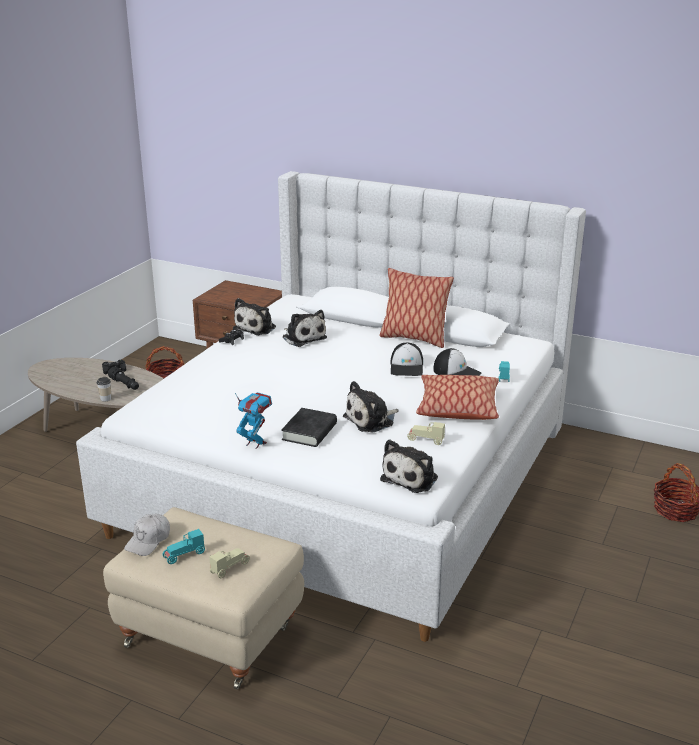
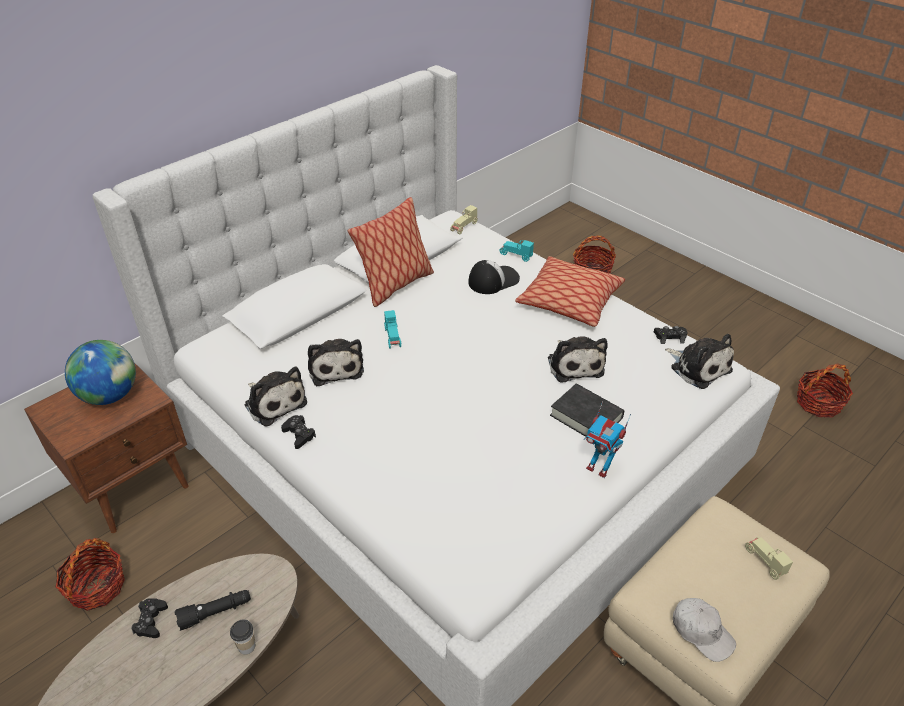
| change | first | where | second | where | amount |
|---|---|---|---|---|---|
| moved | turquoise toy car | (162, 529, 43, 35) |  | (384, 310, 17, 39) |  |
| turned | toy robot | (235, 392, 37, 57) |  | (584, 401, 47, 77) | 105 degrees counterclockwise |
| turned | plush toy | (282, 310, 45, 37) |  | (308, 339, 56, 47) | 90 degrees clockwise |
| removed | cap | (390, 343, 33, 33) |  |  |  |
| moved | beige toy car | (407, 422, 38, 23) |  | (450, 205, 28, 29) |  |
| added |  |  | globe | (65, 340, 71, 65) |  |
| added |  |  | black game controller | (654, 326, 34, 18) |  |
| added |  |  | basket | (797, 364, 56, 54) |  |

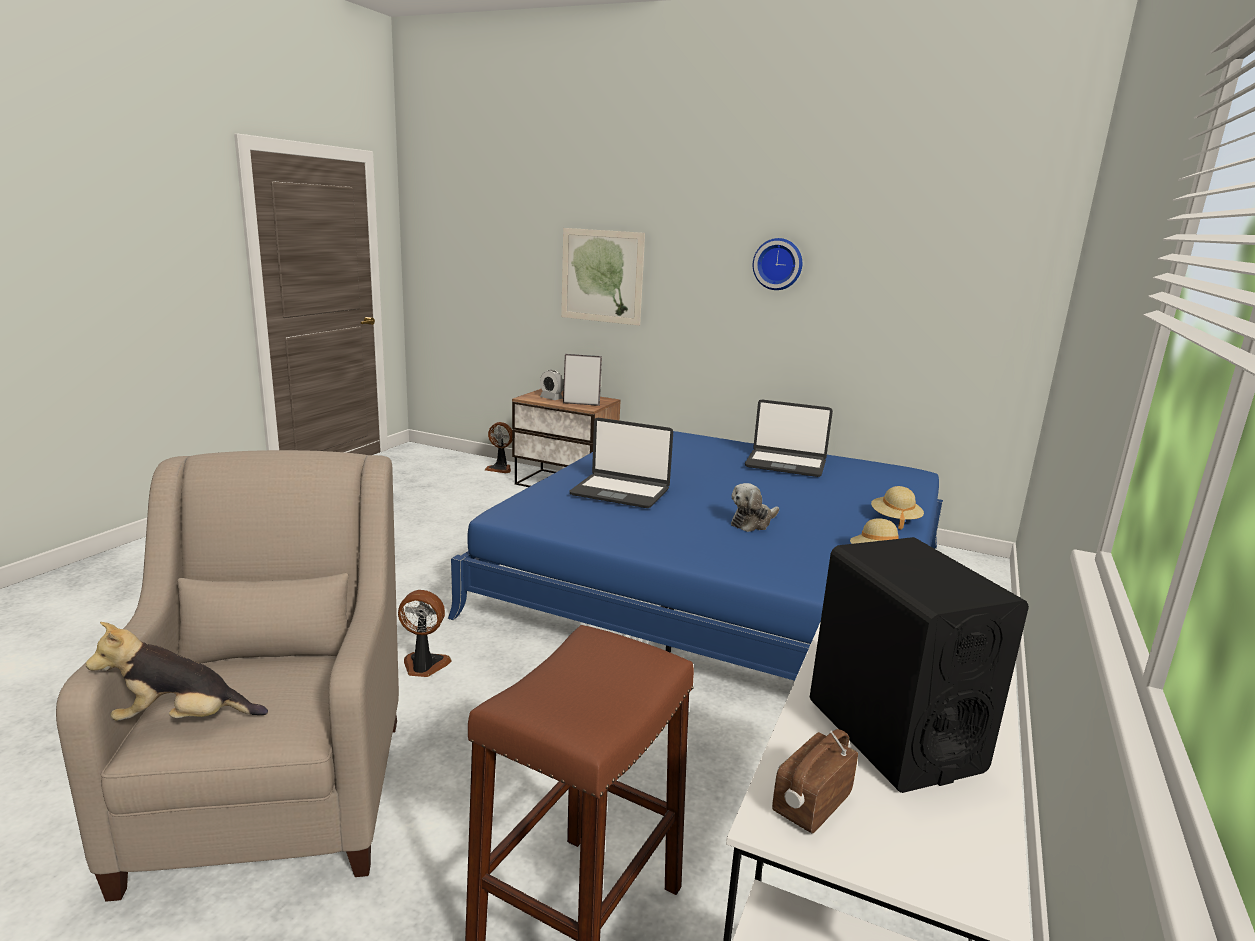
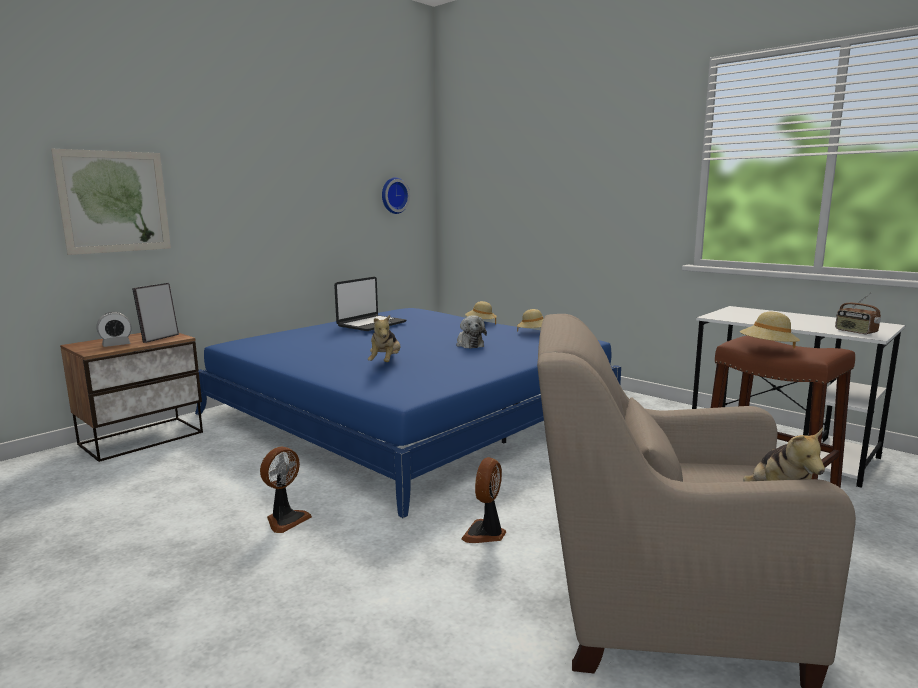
| change | first | where | second | where | amount |
|---|---|---|---|---|---|
| moved | fan | (485, 422, 27, 51) |  | (260, 447, 52, 86) |  |
| replaced | laptop | (569, 418, 104, 90) | plush toy | (368, 315, 32, 47) |  |
| moved | wall clock | (753, 238, 49, 52) |  | (382, 177, 28, 37) |  |
| removed | black speaker | (810, 537, 219, 256) |  |  |  |
| added |  |  | beige hat | (740, 312, 60, 36) |  |

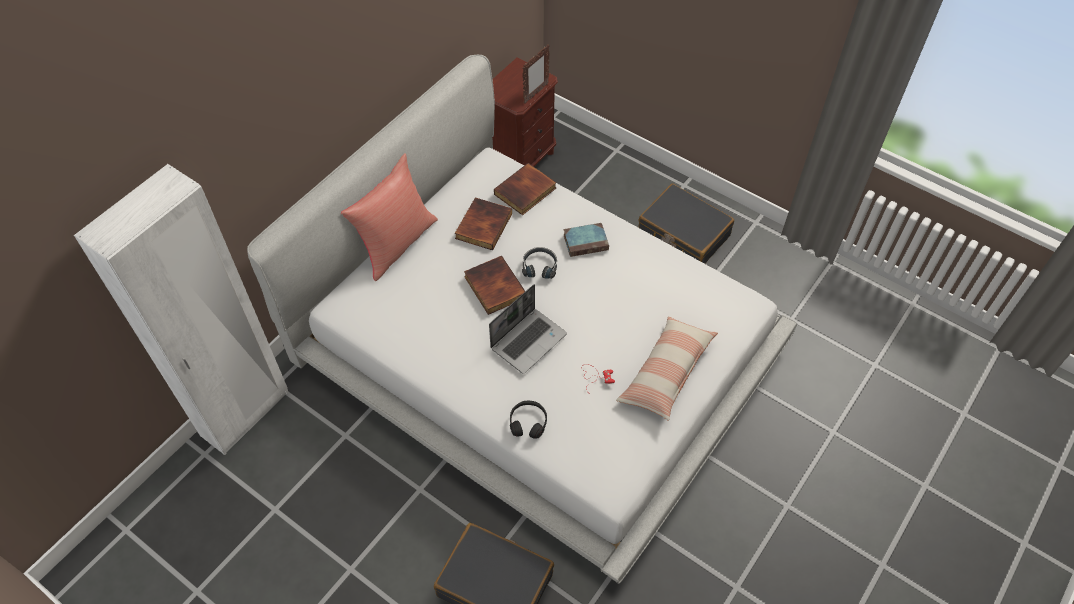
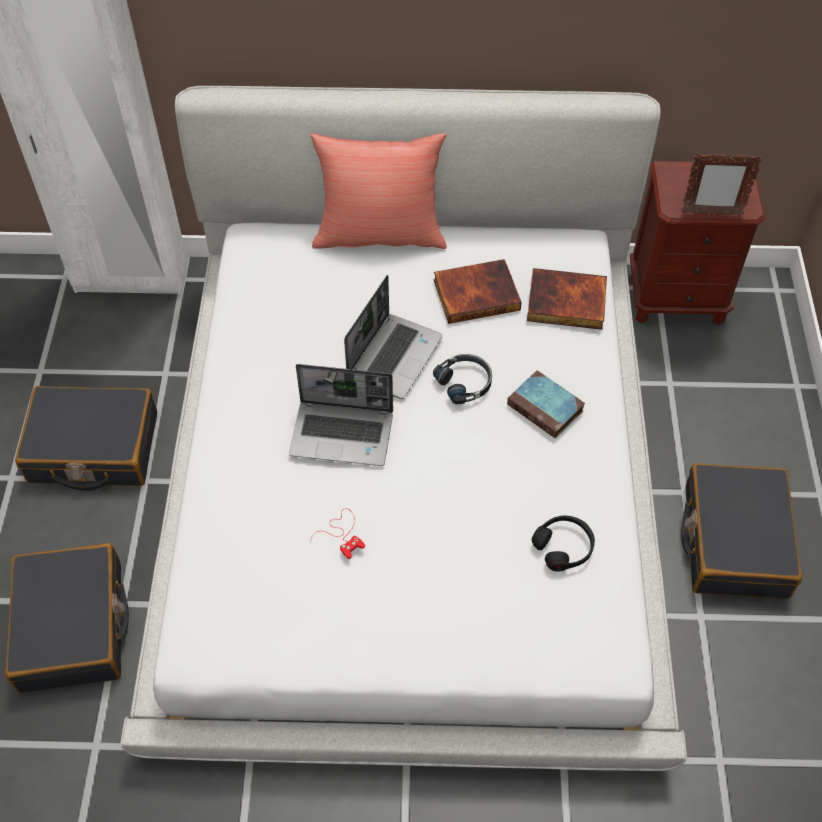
| change | first | where | second | where | amount |
|---|---|---|---|---|---|
| replaced | book | (464, 256, 61, 59) | laptop | (344, 275, 99, 124) |  |
| moved | black headphones | (510, 401, 37, 38) |  | (532, 516, 63, 56) |  |
| removed | pillow | (616, 317, 102, 104) |  |  |  |
| added |  |  | black suitcase | (15, 386, 142, 105) |  |

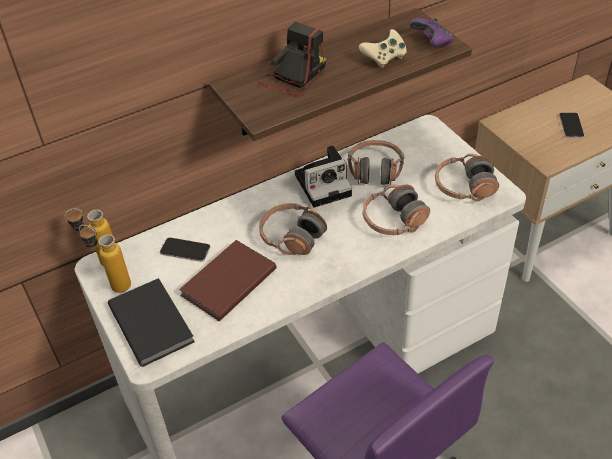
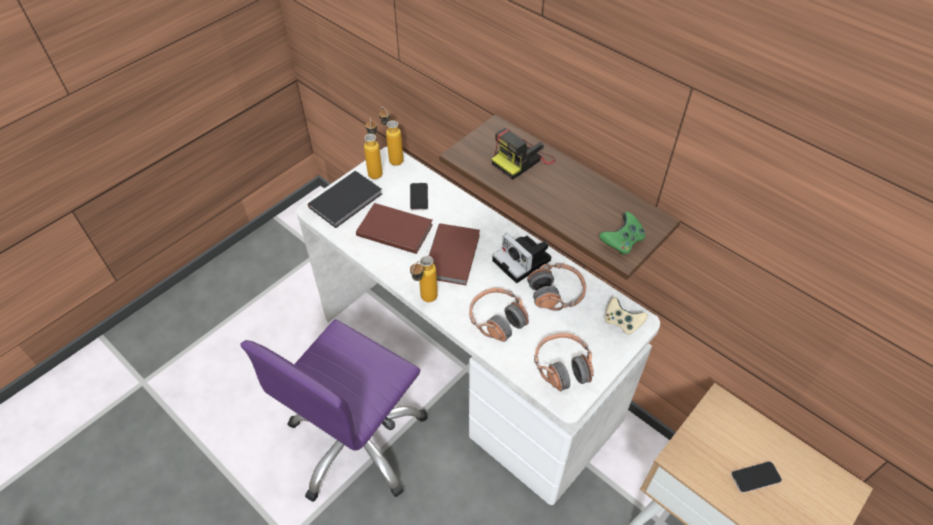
| change | first | where | second | where | amount |
|---|---|---|---|---|---|
| turned | photo camera | (258, 22, 68, 75) |  | (492, 128, 63, 52) | 120 degrees clockwise |
| replaced | headphones | (259, 203, 68, 52) | brown book | (429, 223, 51, 62) |  |
| moved | beige game controller | (359, 29, 48, 39) |  | (605, 297, 43, 37) |  |
| recoloured | purple game controller | (410, 18, 44, 28) | green game controller | (599, 212, 46, 43) |  |
| added |  |  | bottle | (410, 256, 28, 46) |  |

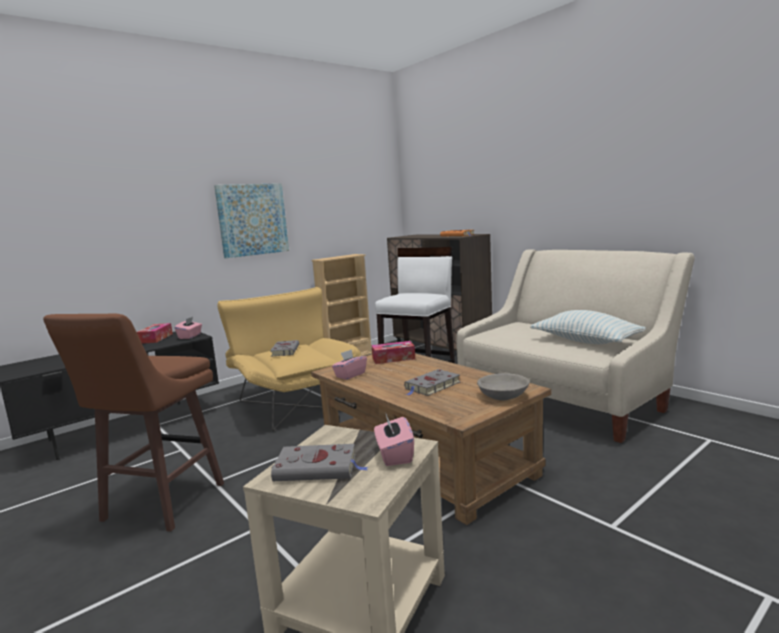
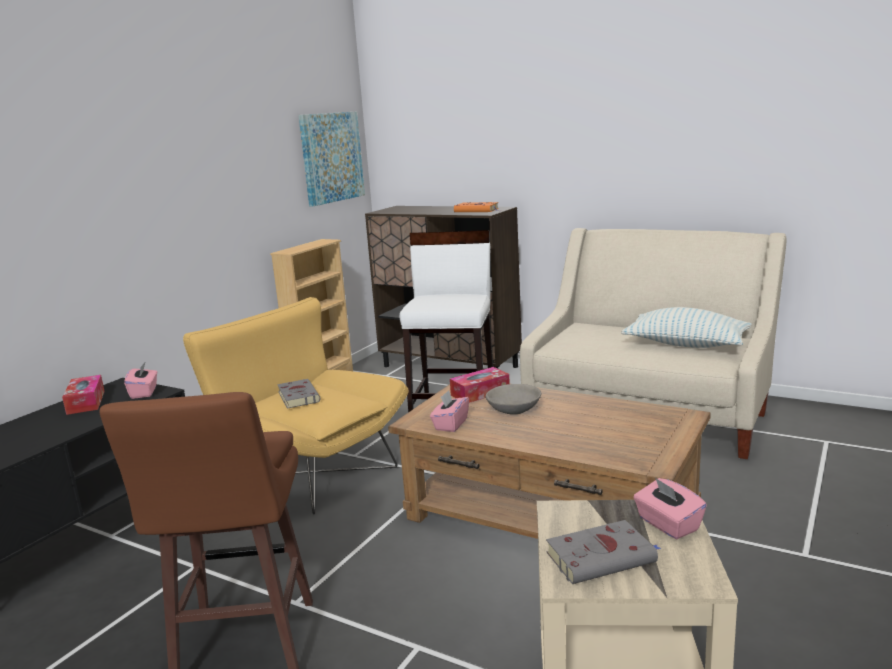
| change | first | where | second | where | amount |
|---|---|---|---|---|---|
| moved | picture | (214, 183, 75, 75) |  | (298, 112, 67, 95) |  |
| removed | grey book | (404, 369, 56, 27) |  |  |  |
| moved | grey bowl | (477, 373, 52, 27) |  | (485, 384, 56, 31) |  |

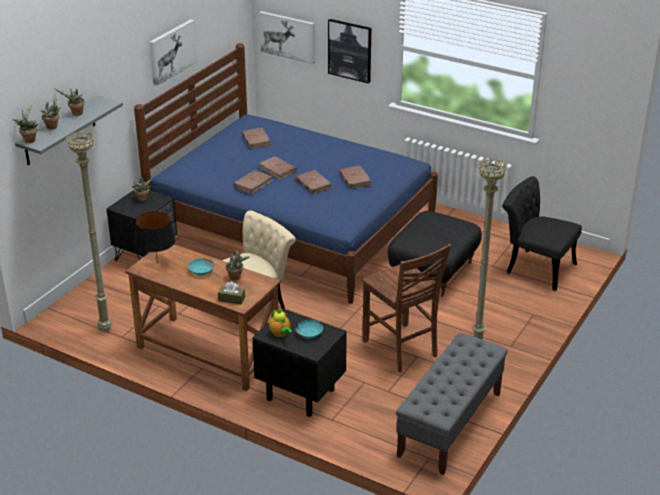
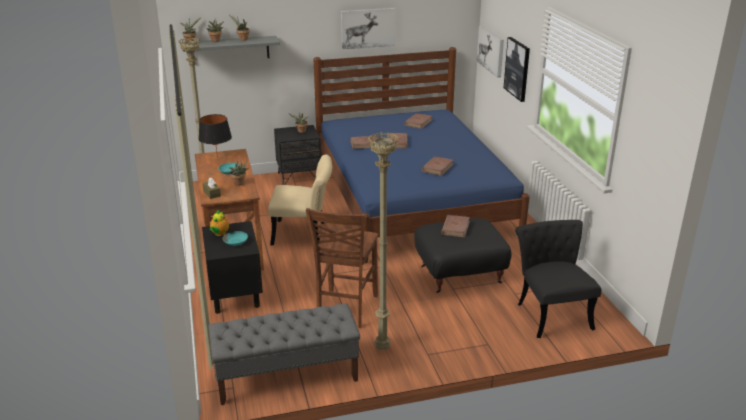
| change | first | where | second | where | amount |
|---|---|---|---|---|---|
| moved | brown book | (295, 170, 37, 24) |  | (441, 215, 29, 22) |  |

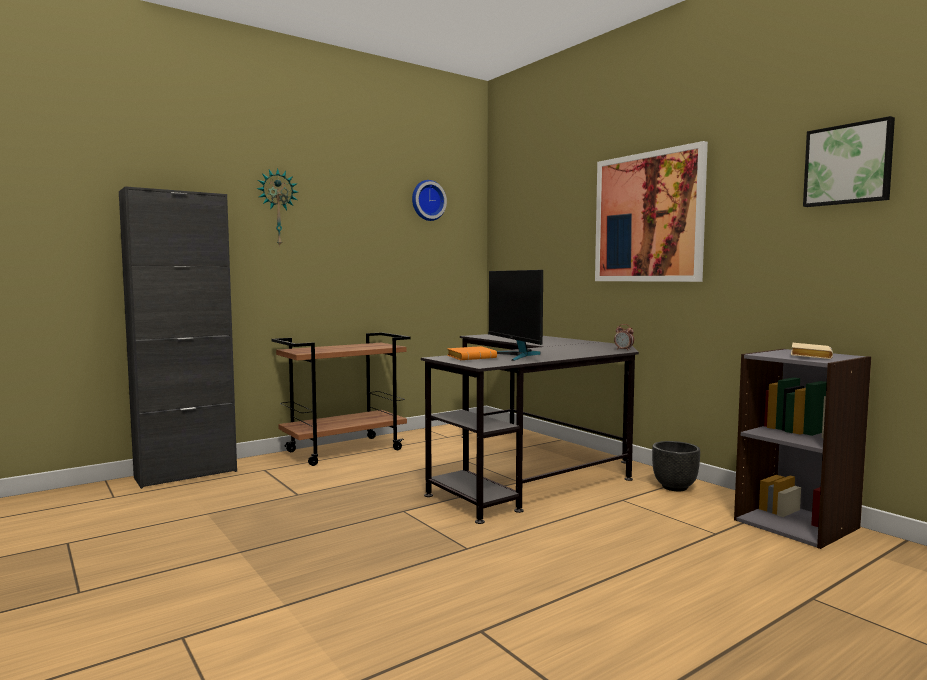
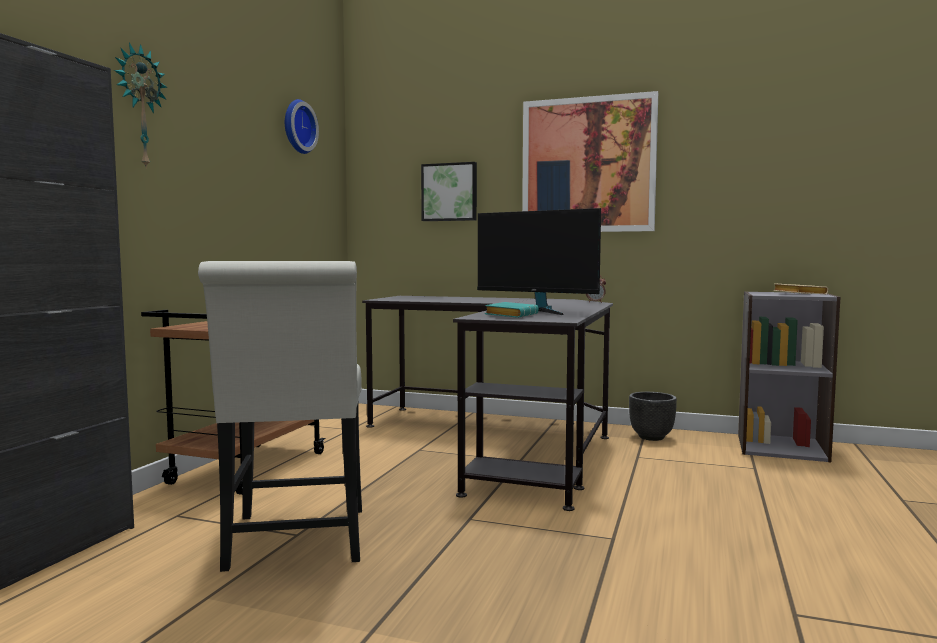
| change | first | where | second | where | amount |
|---|---|---|---|---|---|
| recoloured | orange book | (447, 346, 50, 14) | turquoise book | (485, 302, 54, 16) |  |
| moved | picture | (803, 116, 92, 91) |  | (421, 162, 56, 59) |  |
| added |  |  | white chair | (198, 261, 164, 311) |  |

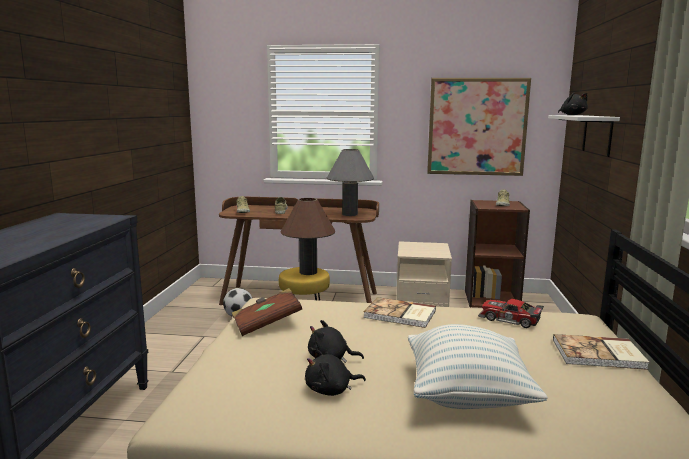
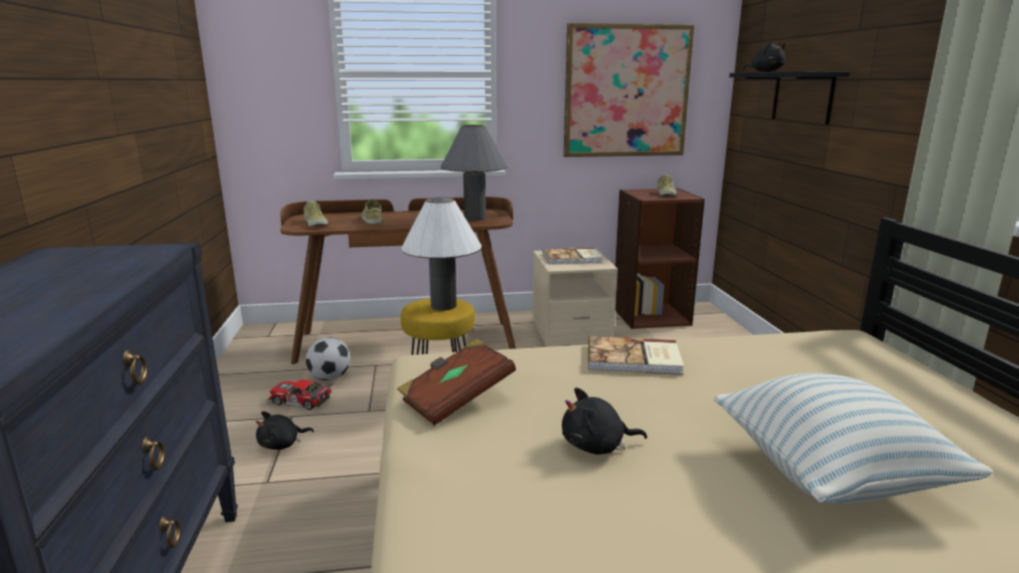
| change | first | where | second | where | amount |
|---|---|---|---|---|---|
| recoloured | brown table lamp | (281, 198, 54, 77) | white table lamp | (401, 197, 81, 114) |  |
| moved | black plush toy | (305, 349, 61, 47) |  | (256, 411, 58, 39) |  |
| moved | toy car | (478, 299, 66, 29) |  | (266, 379, 67, 31) |  |
| recoloured | white shelf | (548, 115, 72, 42) | black shelf | (729, 71, 121, 54) |  |
| moved | book | (553, 334, 97, 36) |  | (543, 248, 60, 16) |  |

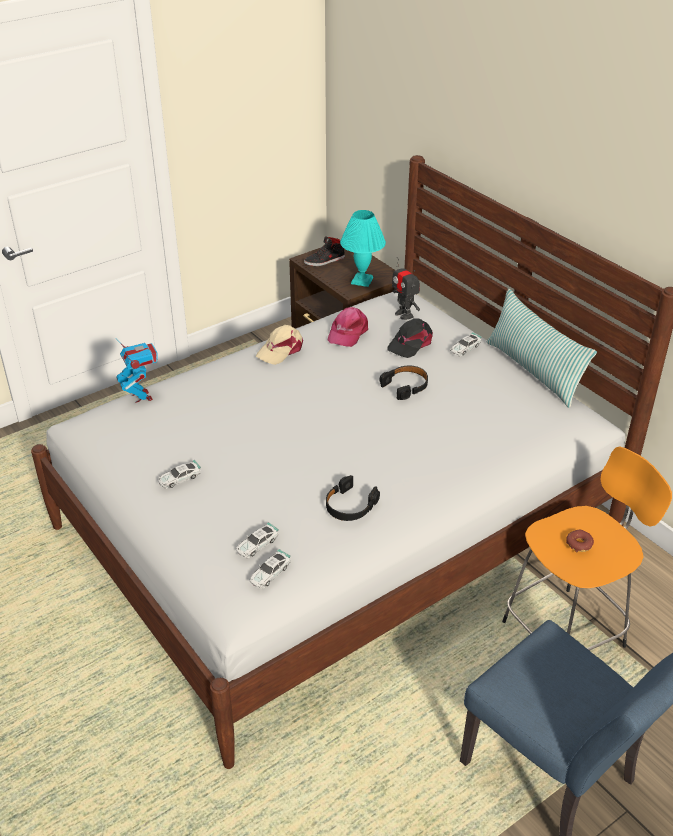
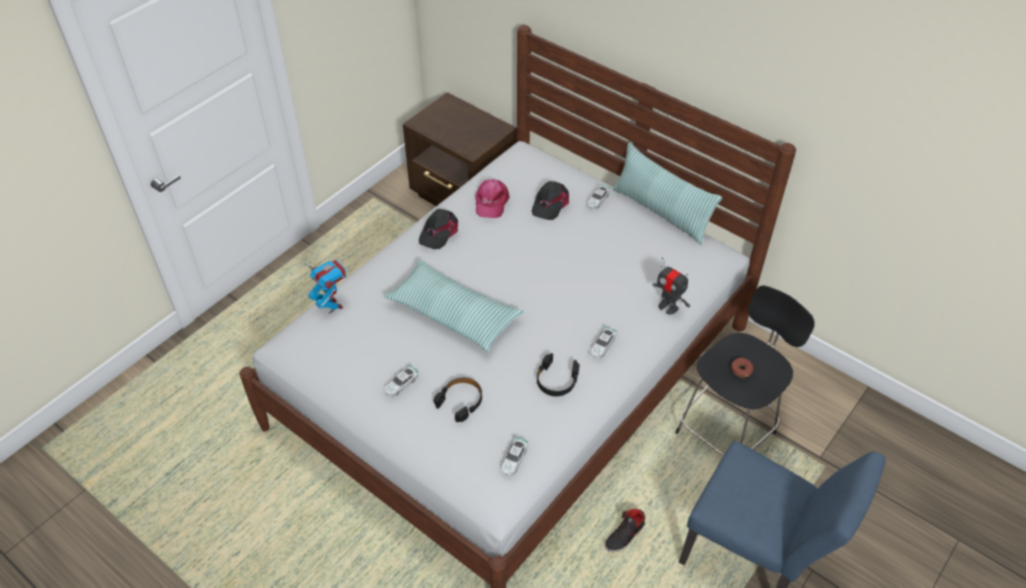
| change | first | where | second | where | amount |
|---|---|---|---|---|---|
| moved | toy car | (236, 522, 43, 37) |  | (590, 326, 27, 33) |  |
| recoloured | beige cap | (256, 325, 47, 40) | black cap | (419, 209, 39, 40) |  |
| moved | black shoe | (304, 236, 41, 30) |  | (605, 509, 40, 43) |  |
| removed | turquoise table lamp | (340, 210, 46, 77) |  |  |  |
| moved | black headphones | (380, 366, 48, 34) |  | (434, 378, 48, 44) |  |
| moved | toy robot | (392, 256, 28, 64) |  | (652, 258, 38, 57) |  |
| recoloured | orange stool | (502, 446, 170, 205) | black stool | (675, 285, 140, 171) |  |
| added |  |  | pillow | (384, 260, 139, 92) |  |

